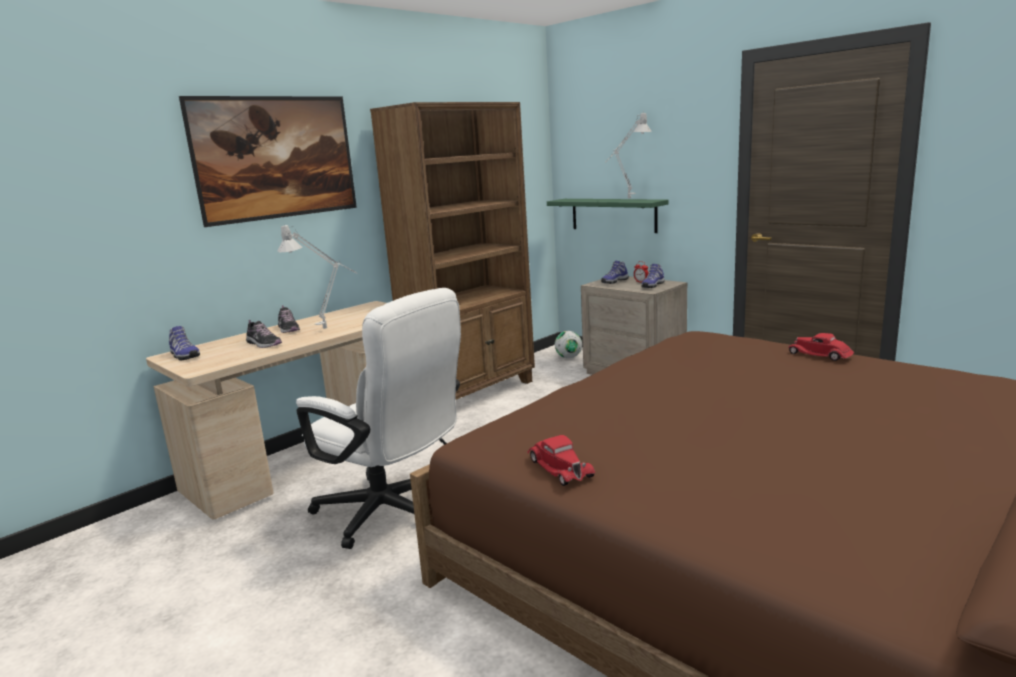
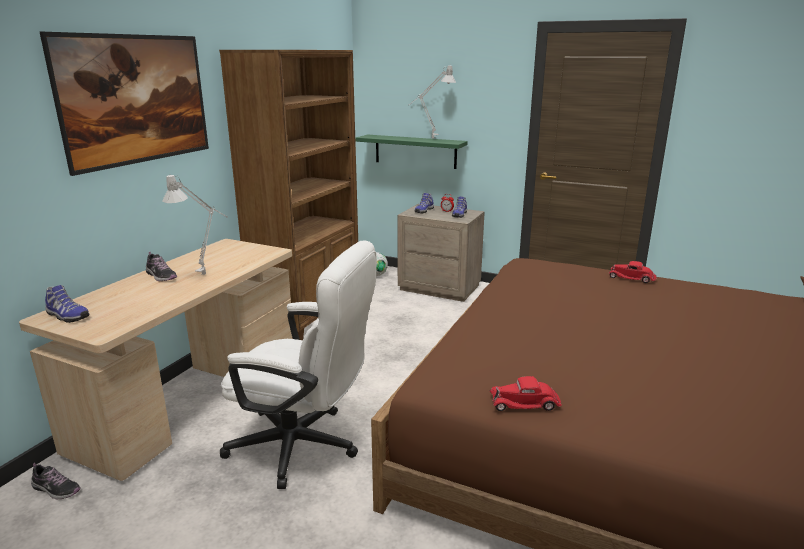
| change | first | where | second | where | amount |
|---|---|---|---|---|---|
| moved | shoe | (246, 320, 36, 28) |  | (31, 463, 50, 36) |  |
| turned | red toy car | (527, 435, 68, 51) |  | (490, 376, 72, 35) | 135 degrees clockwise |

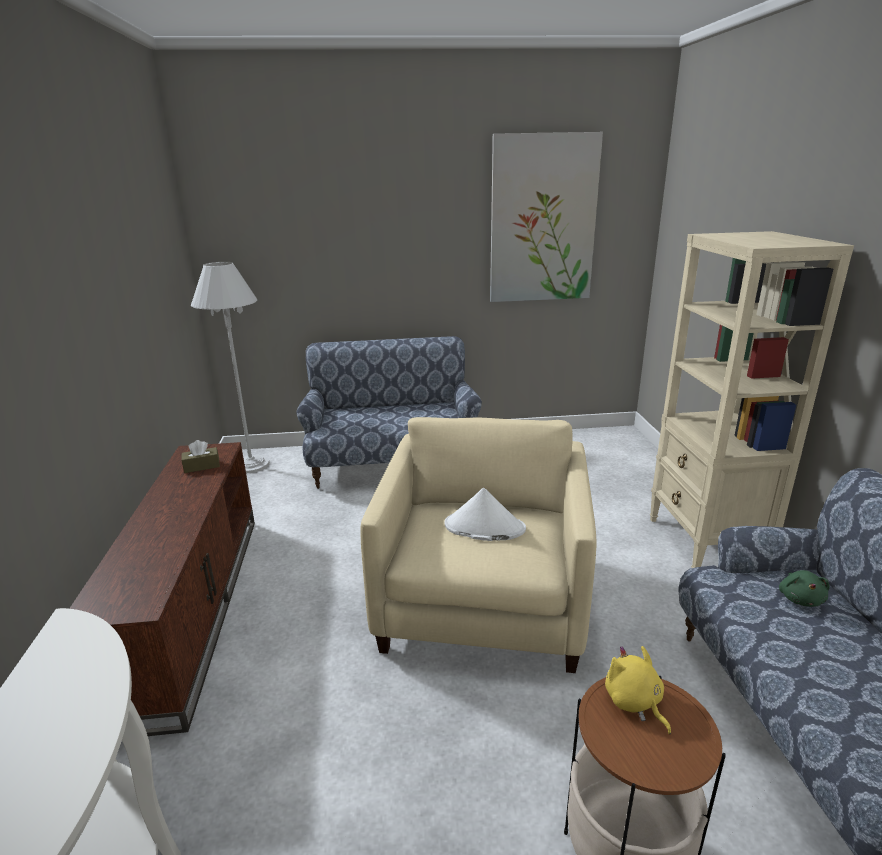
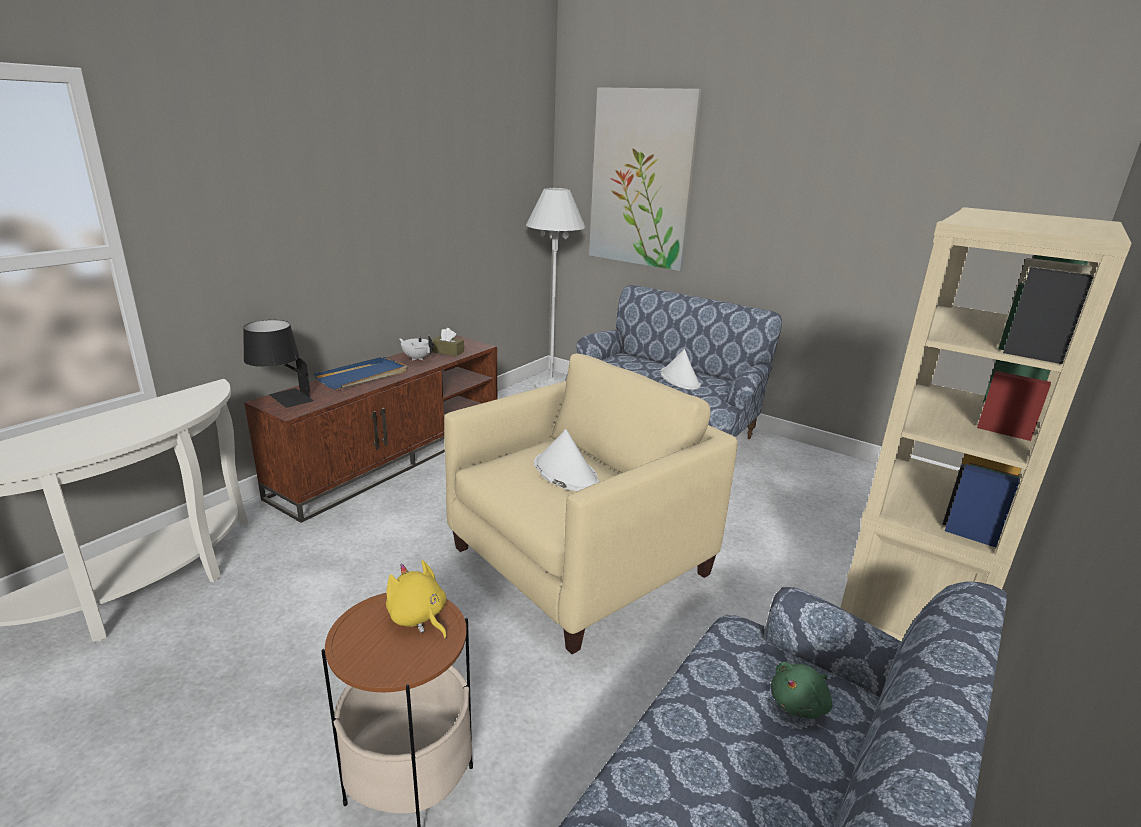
| change | first | where | second | where | amount |
|---|---|---|---|---|---|
| moved | picture | (490, 132, 113, 170) |  | (589, 87, 113, 184) |  |
| turned | yellow plush toy | (605, 646, 66, 88) |  | (386, 560, 61, 79) | 60 degrees counterclockwise |
| added |  |  | black table lamp | (243, 320, 71, 88) |  |
| added |  |  | blue tray | (314, 357, 93, 33) |  |
| added |  |  | white teapot | (399, 336, 34, 25) |  |
| added |  |  | white hat | (660, 349, 41, 41) |  |

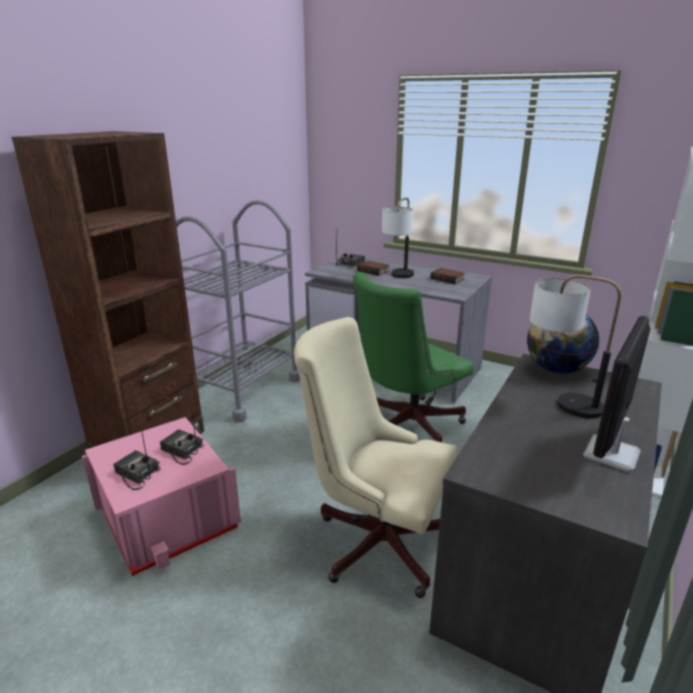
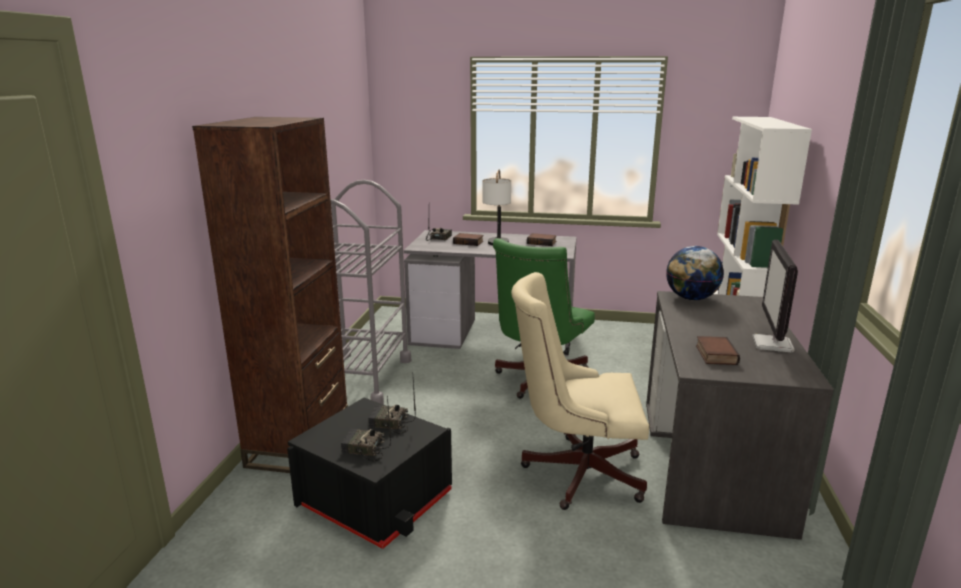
| change | first | where | second | where | amount |
|---|---|---|---|---|---|
| recoloured | pink storage box | (82, 417, 159, 159) | black storage box | (287, 398, 165, 151) |  |
| removed | table lamp | (529, 274, 92, 145) |  |  |  |
| added |  |  | book | (696, 336, 44, 29) |  |

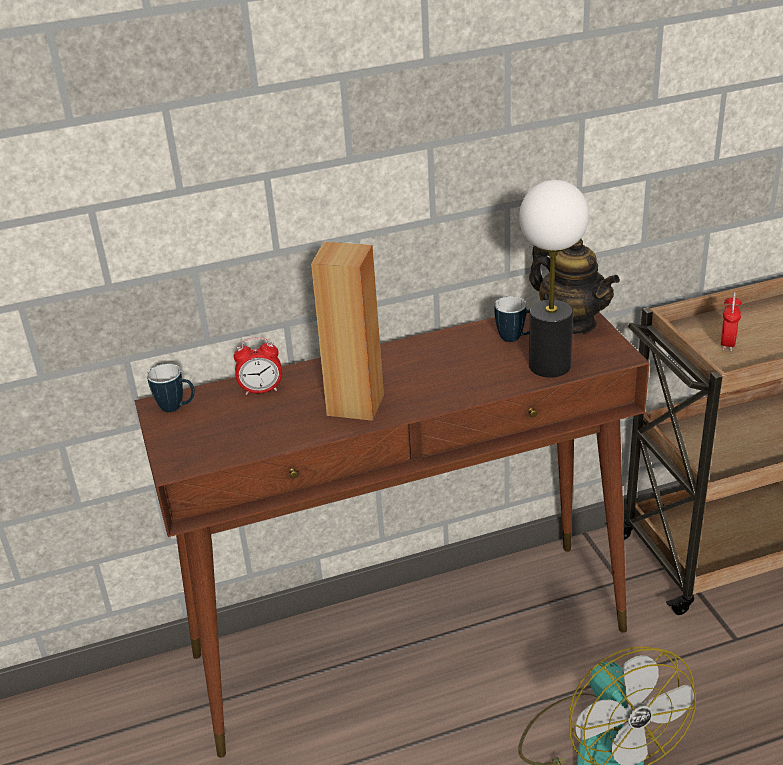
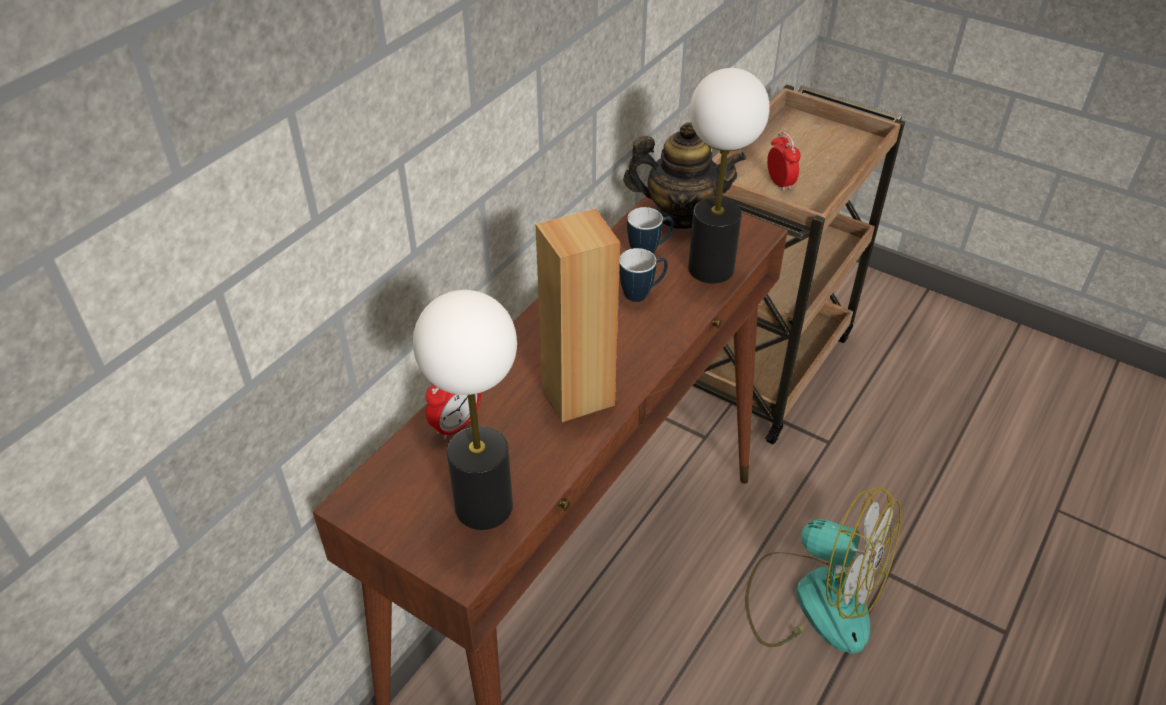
| change | first | where | second | where | amount |
|---|---|---|---|---|---|
| moved | mug | (147, 364, 48, 48) |  | (619, 248, 49, 54) |  |
| added |  |  | table lamp | (413, 290, 104, 240) |  |

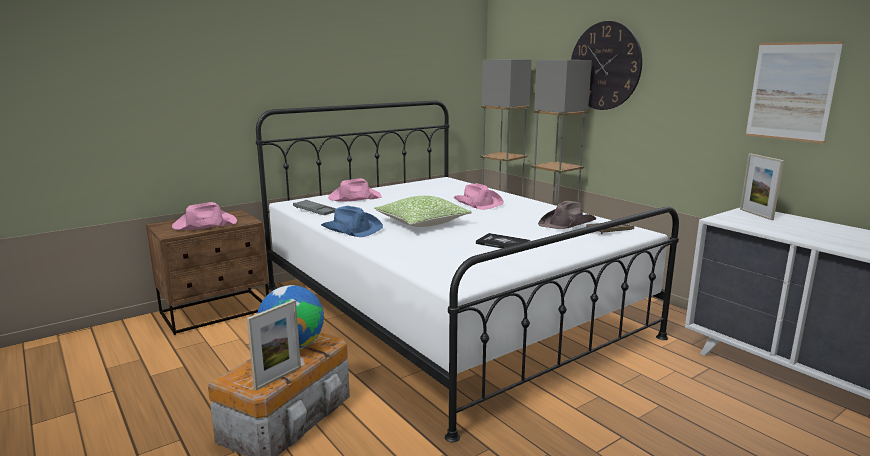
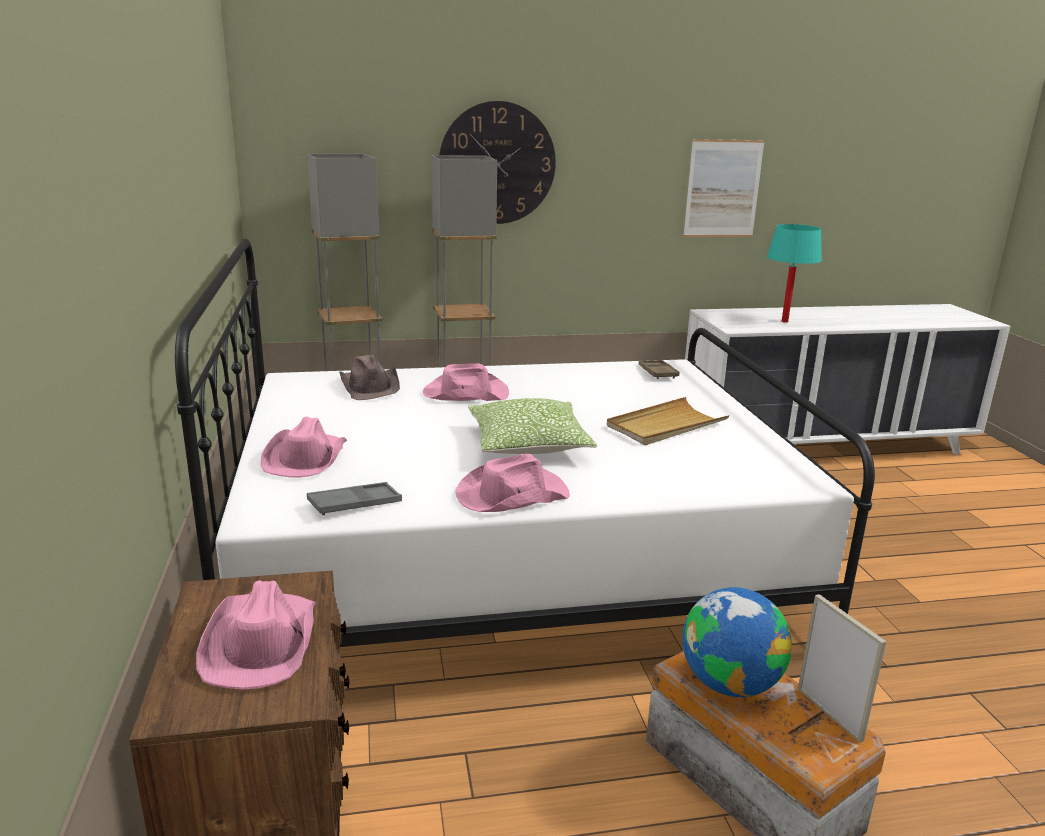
| change | first | where | second | where | amount |
|---|---|---|---|---|---|
| recoloured | blue hat | (321, 206, 62, 31) | pink hat | (455, 454, 115, 58) |  |
| replaced | book | (476, 233, 54, 16) | beige tray | (607, 397, 123, 48) |  |
| moved | brown hat | (538, 201, 59, 28) |  | (339, 355, 61, 45) |  |
| removed | picture frame | (740, 153, 44, 67) |  |  |  |
| added |  |  | turquoise table lamp | (767, 224, 55, 99) |  |

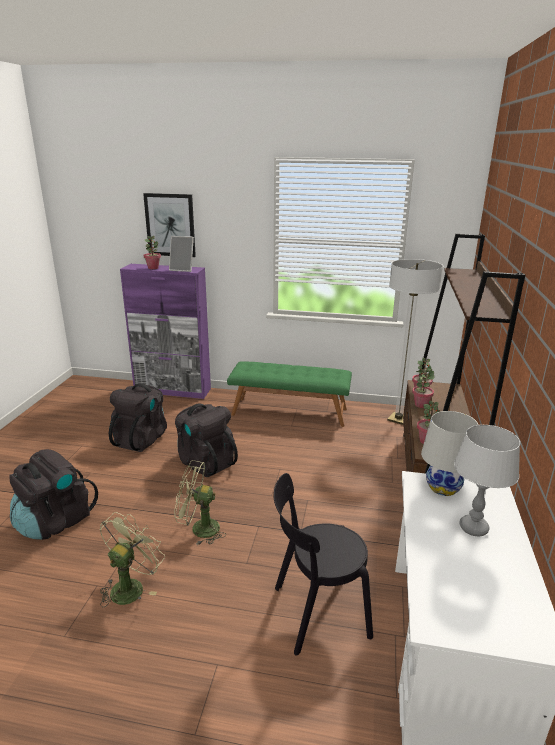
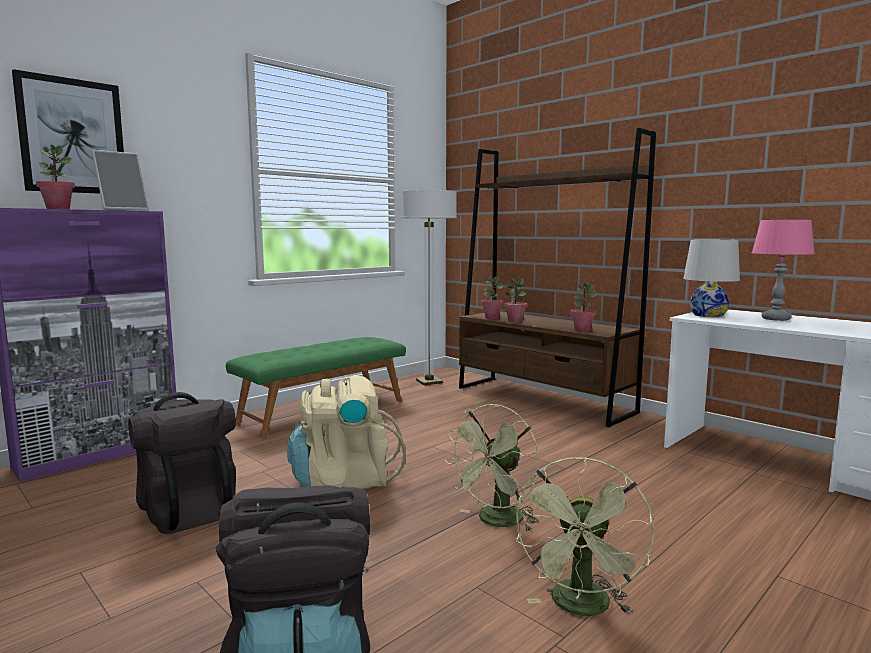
| change | first | where | second | where | amount |
|---|---|---|---|---|---|
| turned | green fan | (100, 512, 65, 95) |  | (515, 457, 139, 159) | 135 degrees counterclockwise |
| recoloured | black backpack | (175, 403, 63, 74) | beige backpack | (287, 375, 119, 114) |  |
| removed | black chair | (274, 473, 99, 183) |  |  |  |
| recoloured | grey table lamp | (454, 425, 66, 111) | pink table lamp | (752, 220, 63, 101) |  |

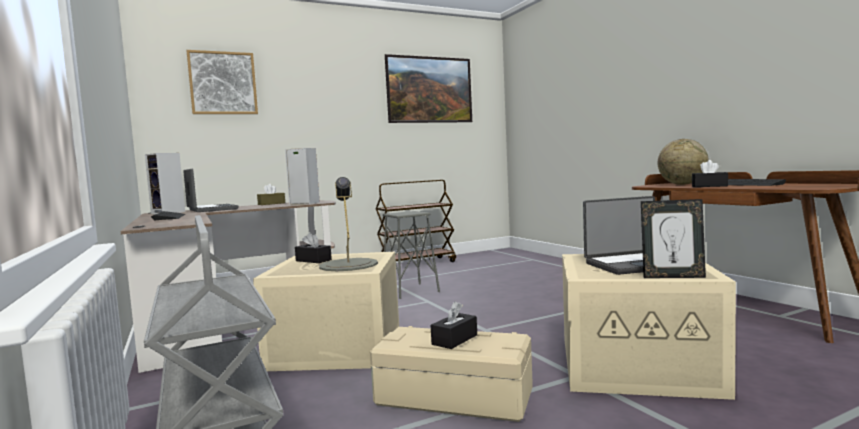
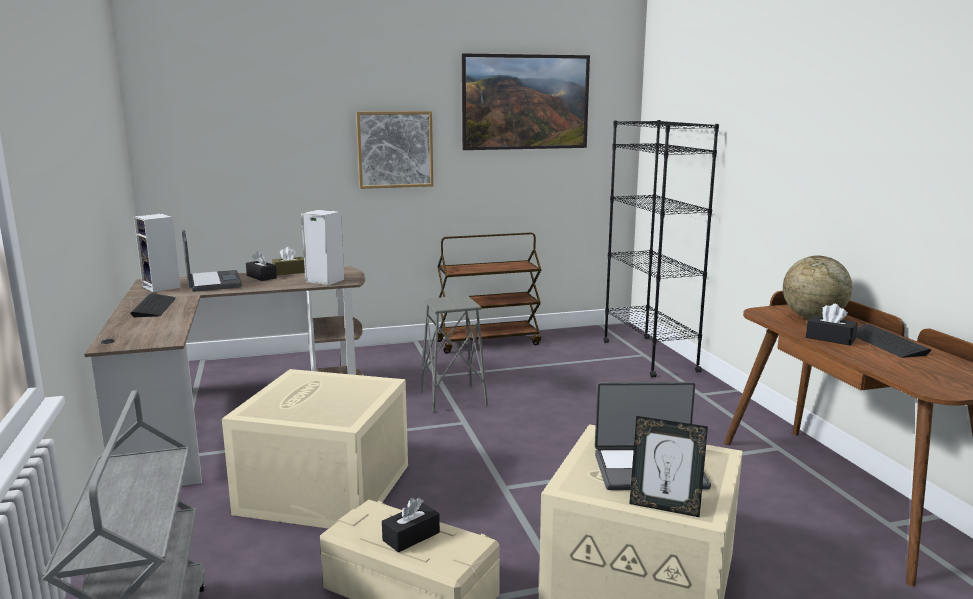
| change | first | where | second | where | amount |
|---|---|---|---|---|---|
| moved | picture | (187, 50, 71, 64) |  | (356, 111, 77, 78) |  |
| moved | black tissue box | (295, 232, 37, 31) |  | (246, 251, 31, 30) |  |
| removed | grey table lamp | (319, 177, 59, 94) |  |  |  |
| added |  |  | black bookcase | (603, 120, 116, 258) |  |

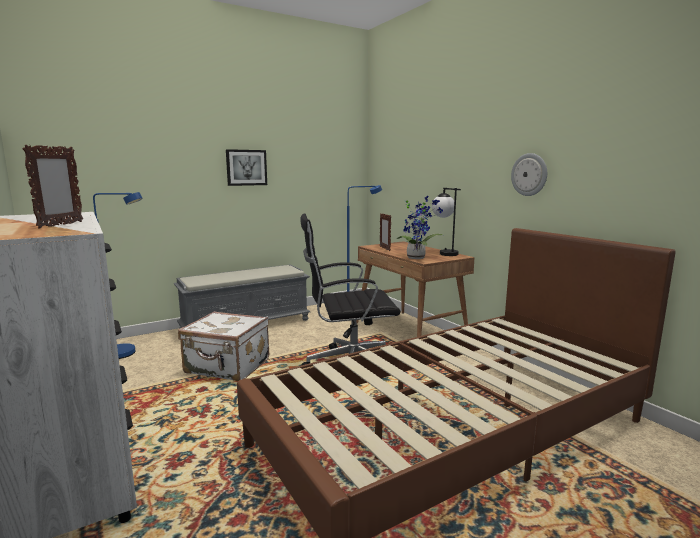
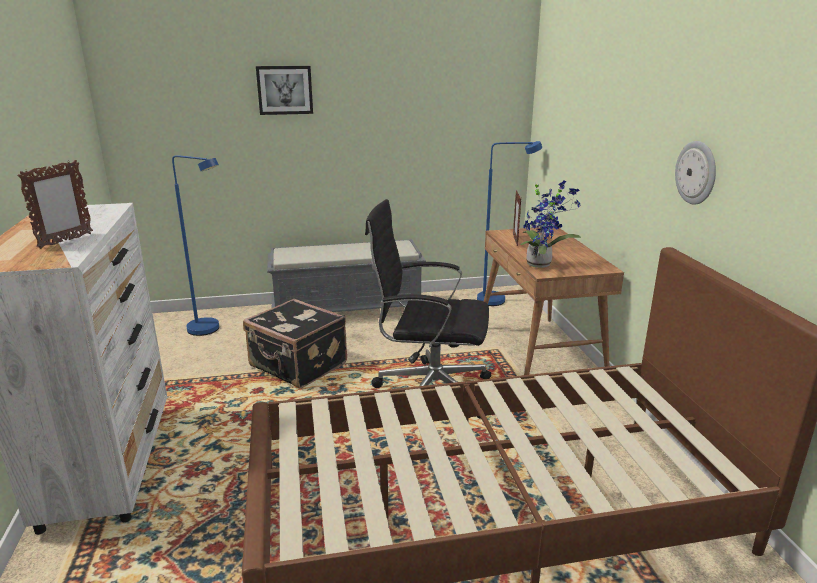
| change | first | where | second | where | amount |
|---|---|---|---|---|---|
| recoloured | white suitcase | (178, 311, 91, 70) | black suitcase | (243, 299, 104, 89) |  |
| moved | picture | (226, 149, 41, 37) |  | (256, 66, 57, 49) |  |
| removed | table lamp | (432, 188, 29, 68) |  |  |  |

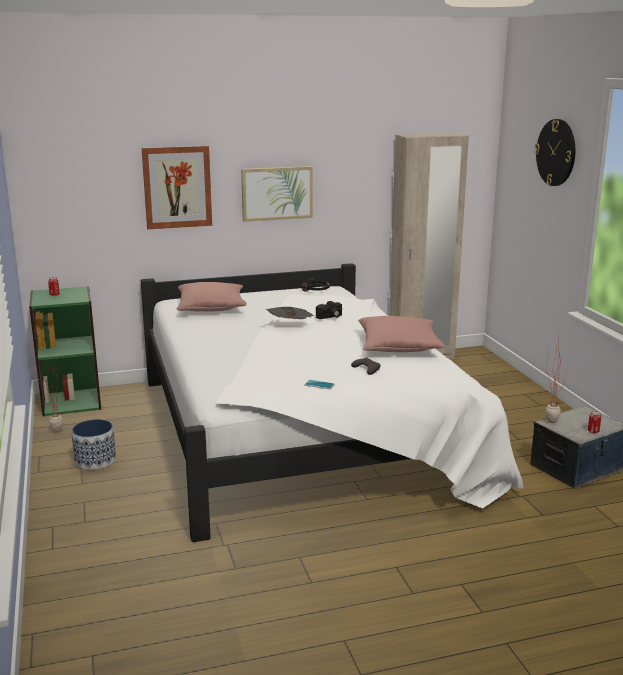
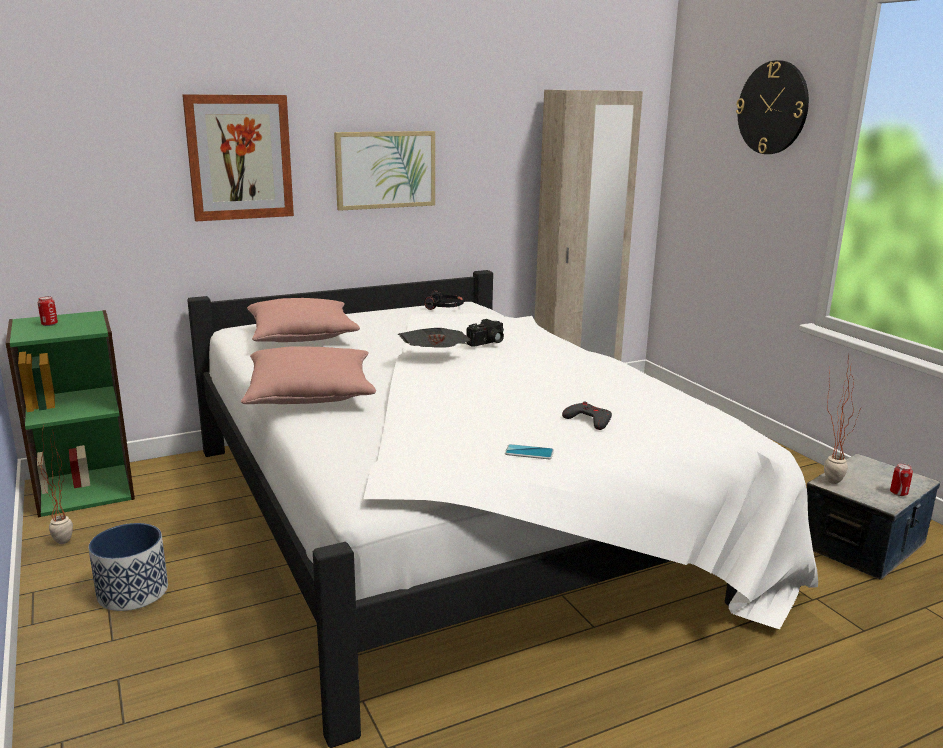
| change | first | where | second | where | amount |
|---|---|---|---|---|---|
| moved | pink pillow | (358, 316, 87, 36) |  | (241, 346, 135, 58) |  |

